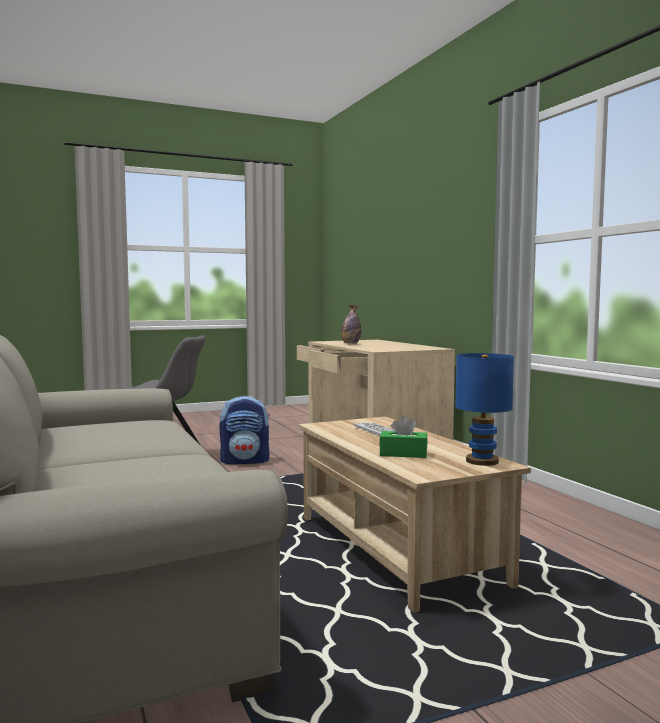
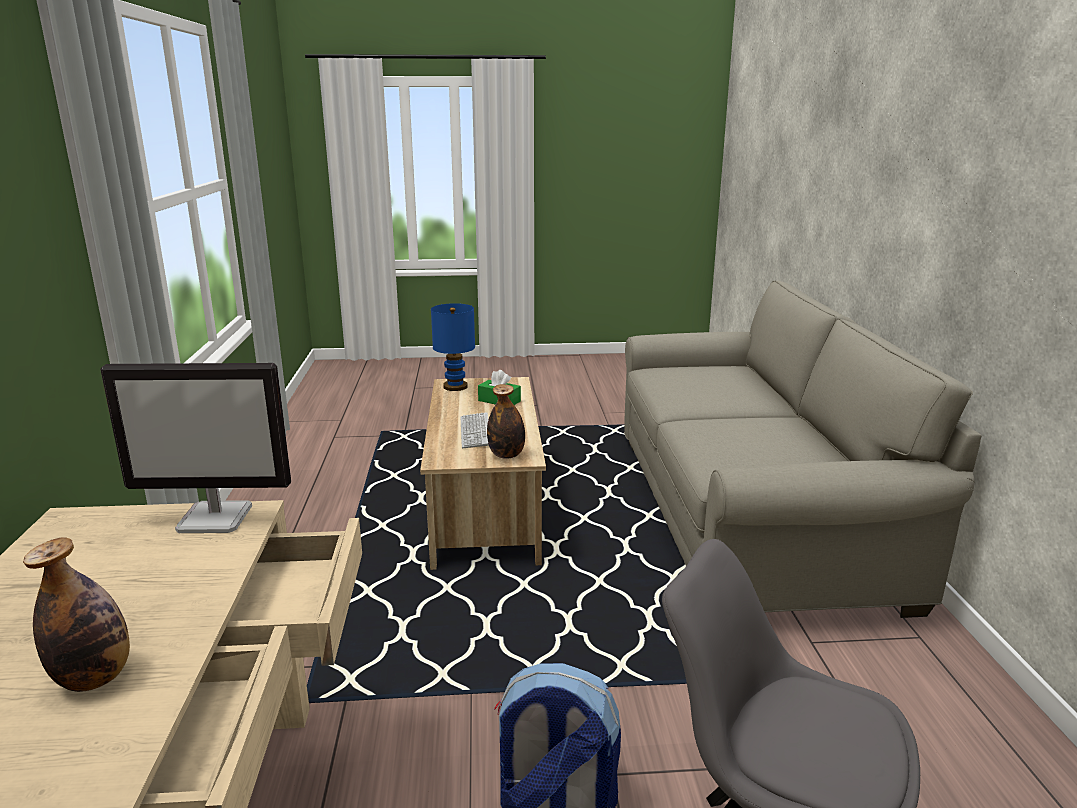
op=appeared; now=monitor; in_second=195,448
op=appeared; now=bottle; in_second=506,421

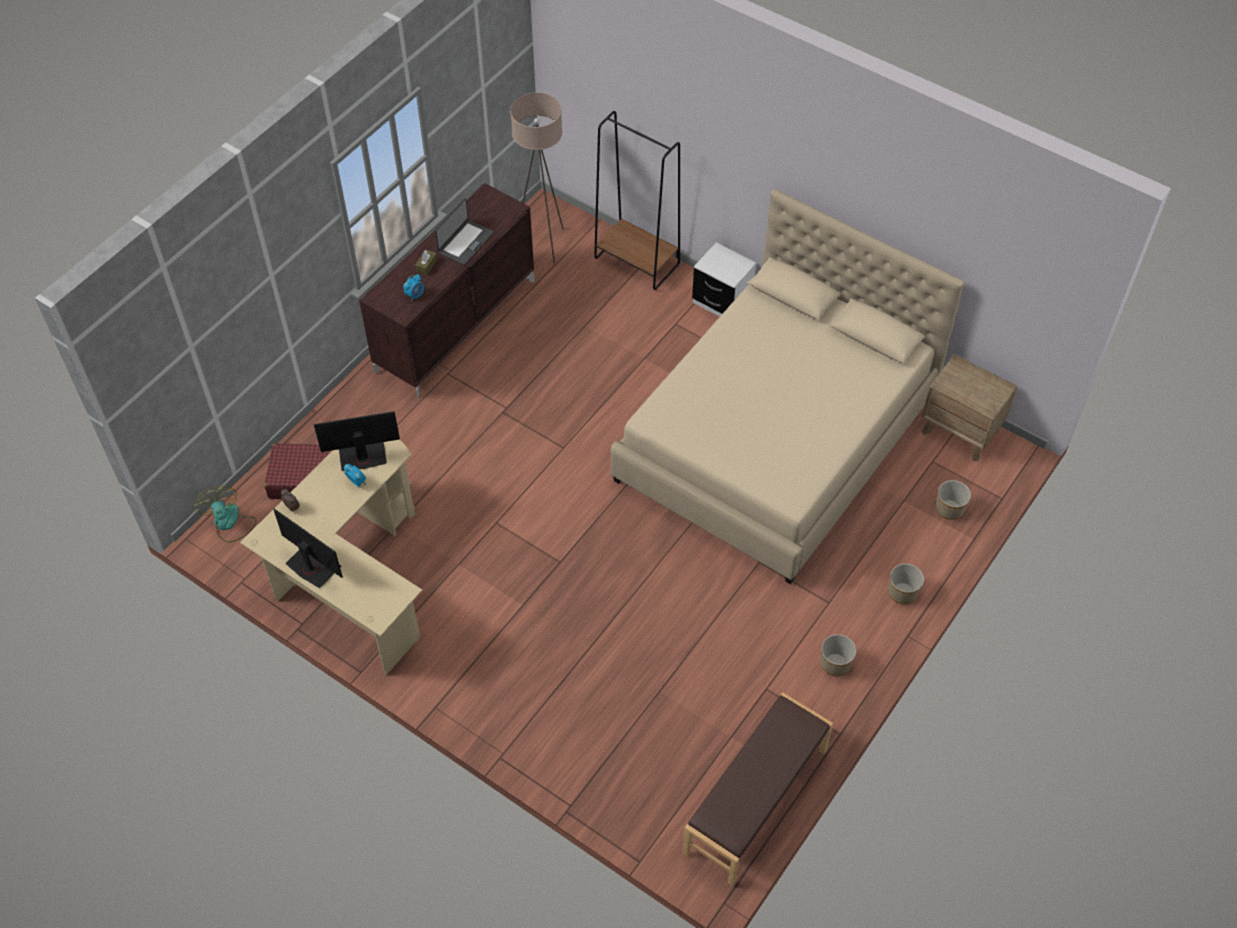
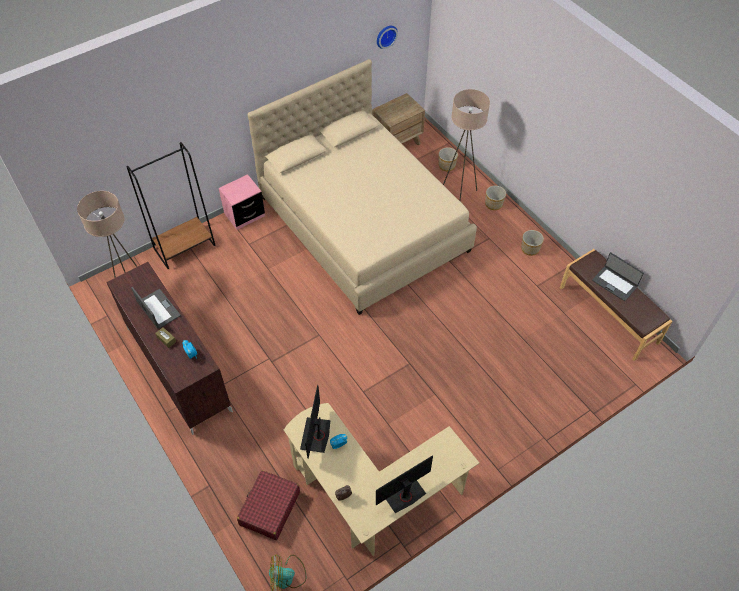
op=colour; was=nightstand/white; now=nightstand/pink; in_first=724,279; in_second=242,202
op=appeared; now=wall clock; in_second=387,37
op=appeared; now=floor lamp/beige; in_second=466,145
op=appeared; now=laptop; in_second=618,276

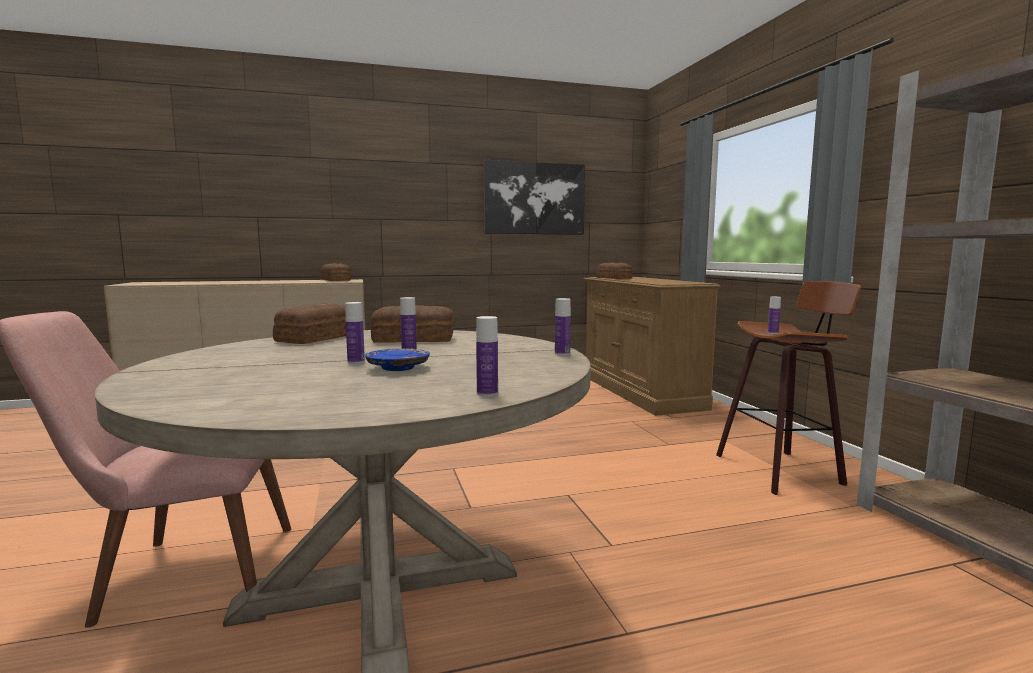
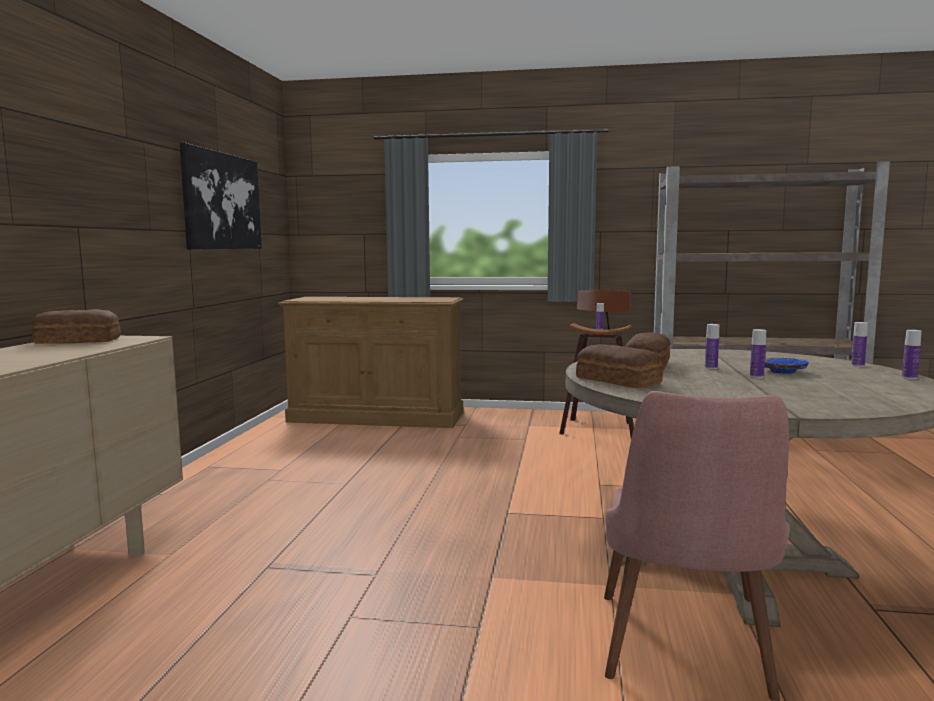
op=relocated; was=bottle; in_first=563,326; in_second=912,354
op=missing; was=bread; in_first=614,271

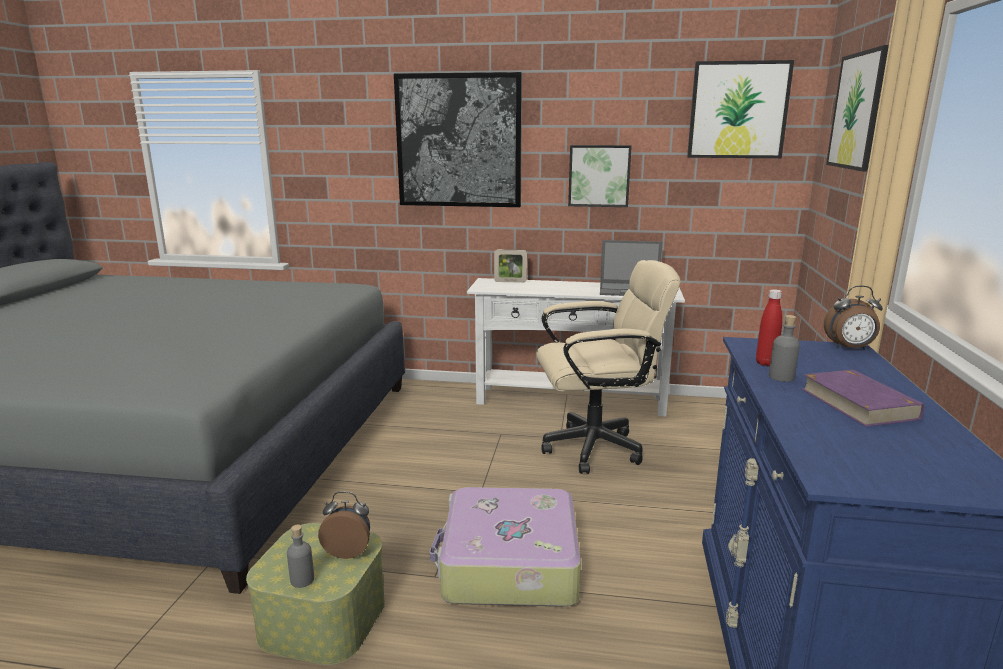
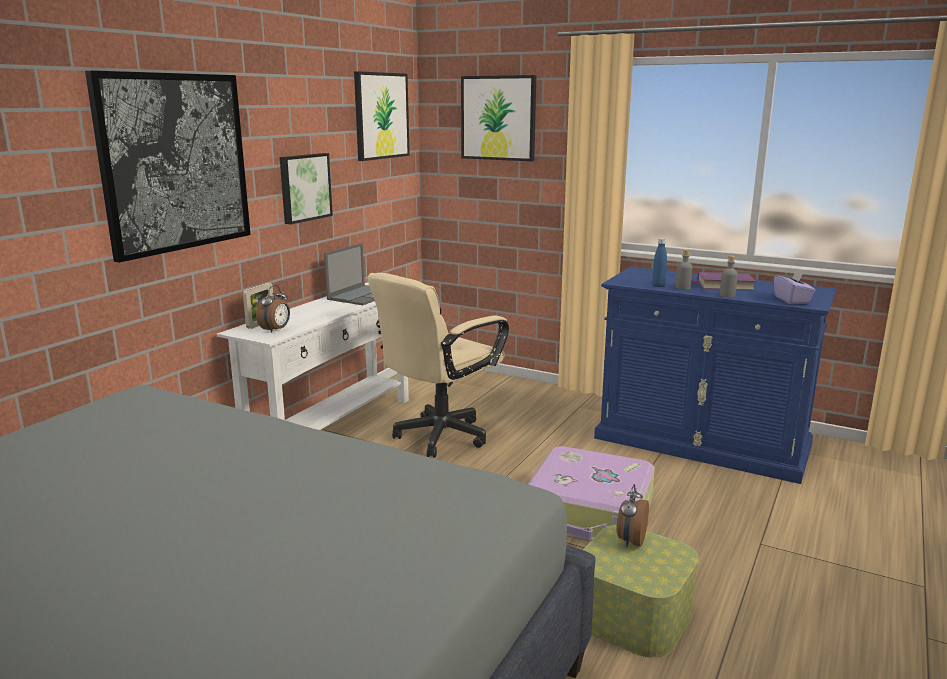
op=relocated; was=bottle/grey; in_first=300,556; in_second=728,276
op=spun; was=office chair/beige; in_first=608,367; in_second=438,365; clockwise=-150
op=colour; was=bottle/red; now=bottle/blue; in_first=769,327; in_second=659,262
op=relocated; was=alarm clock; in_first=853,317; in_second=273,309
op=appeared; now=tissue box/purple; in_second=794,286

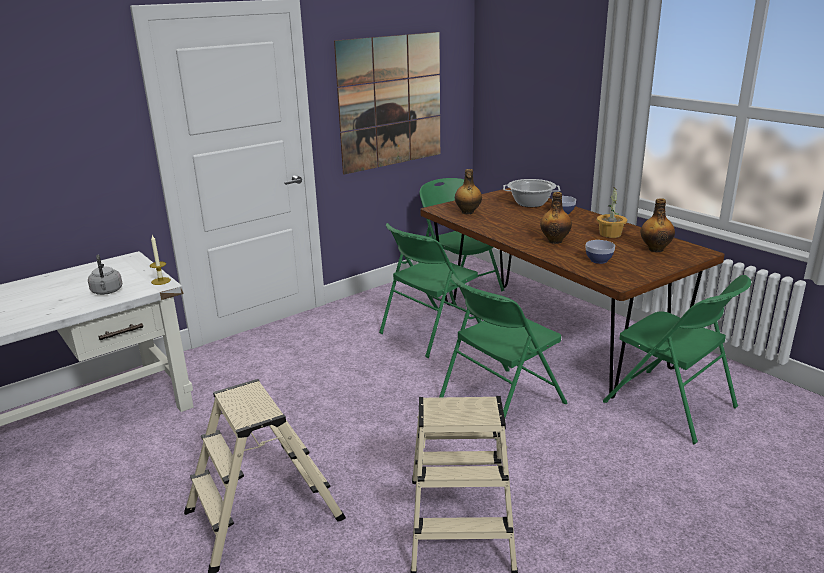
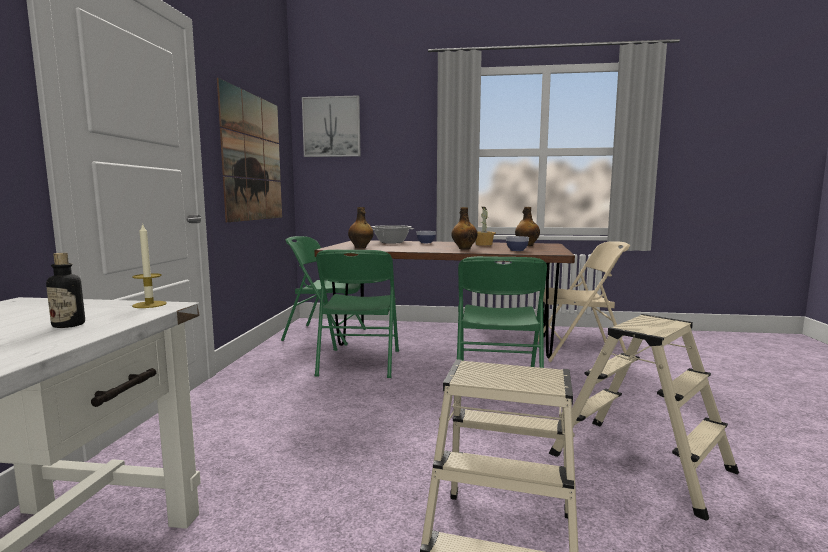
op=exchanged; was=kettle/grey; now=bottle; in_first=105,275; in_second=65,290
op=colour; was=chair/green; now=chair/beige; in_first=677,360; in_second=584,301
op=appeared; now=picture; in_second=331,126

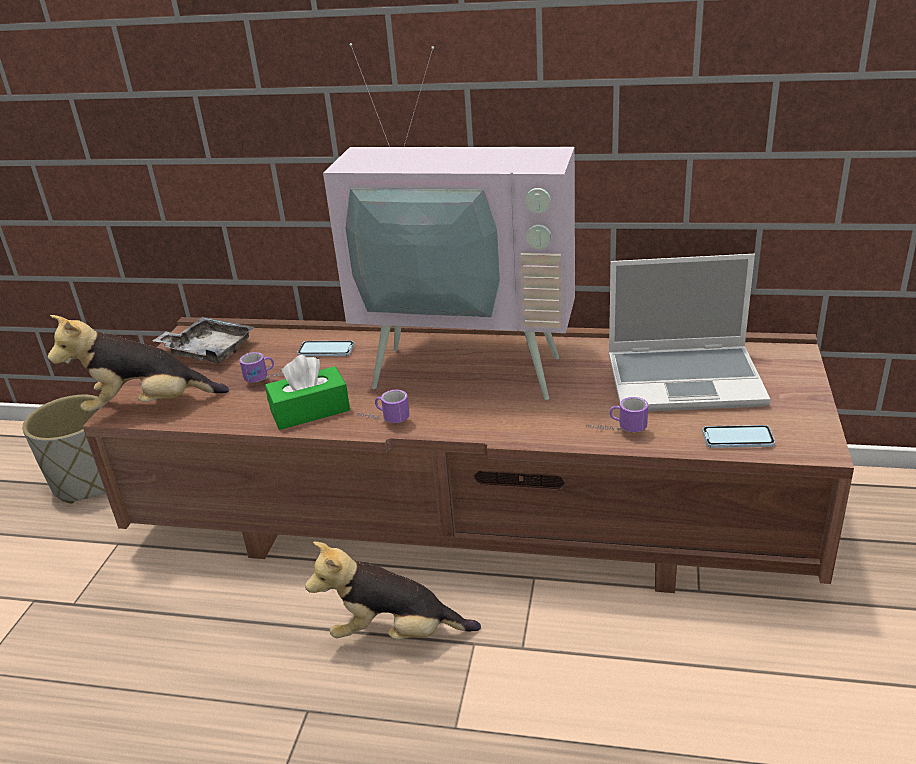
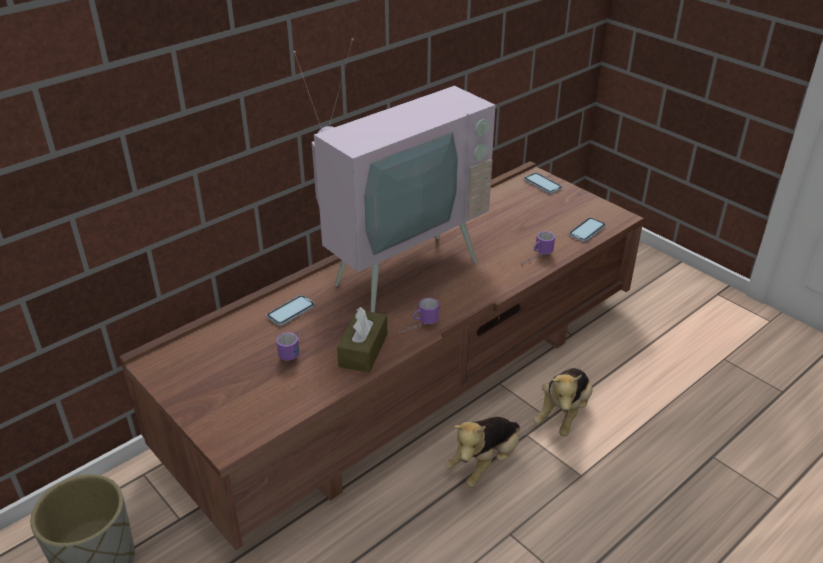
op=relocated; was=plush toy; in_first=138,363; in_second=563,402
op=missing; was=tray/grey; in_first=203,340
op=colour; was=tissue box/green; now=tissue box/brown; in_first=307,392; in_second=362,340
op=missing; was=laptop; in_first=690,332
op=appeared; now=phone; in_second=543,183

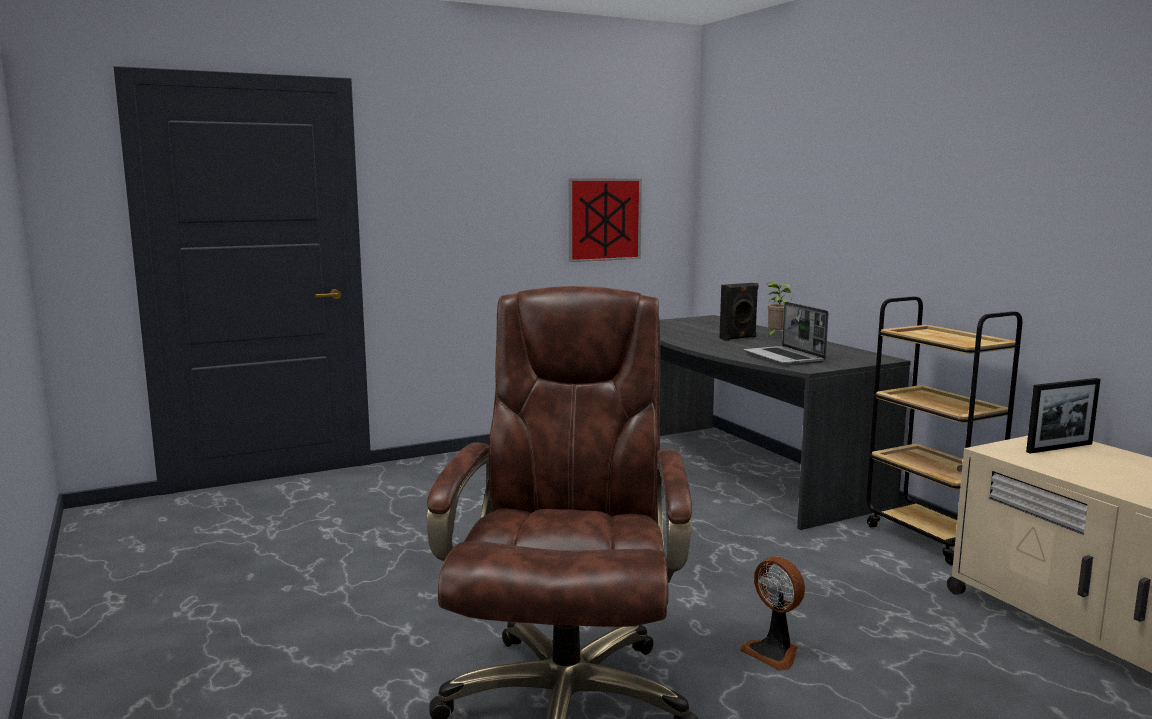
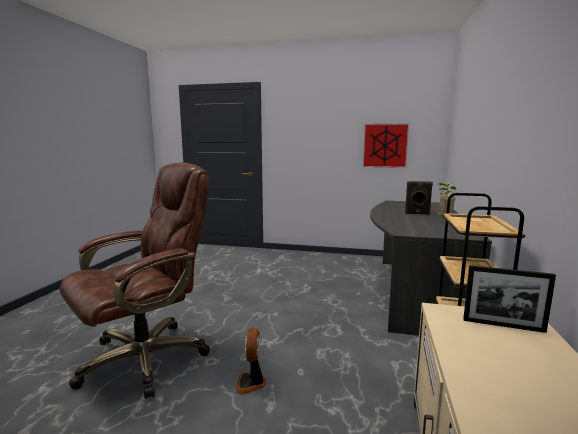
op=missing; was=laptop; in_first=785,333

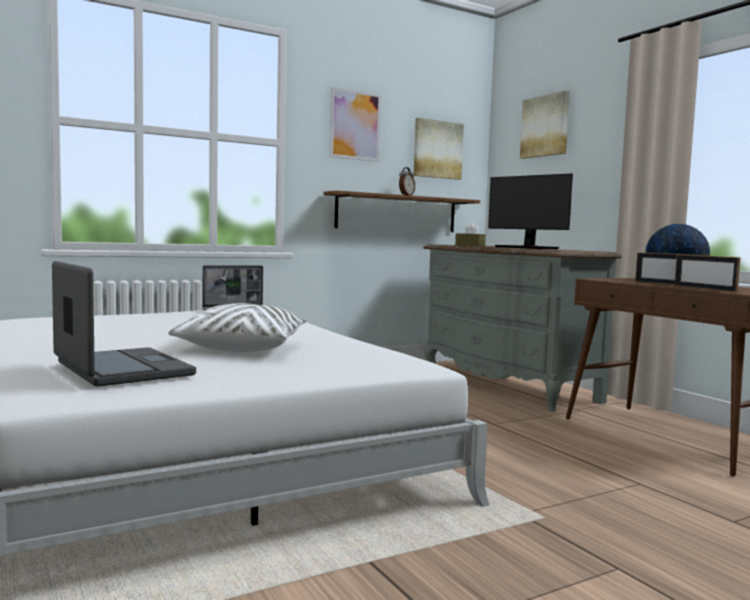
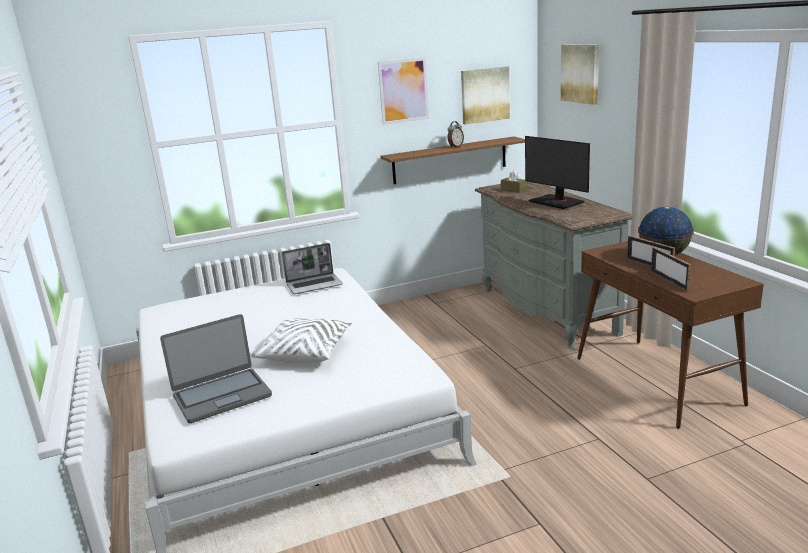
op=spun; was=laptop; in_first=124,324; in_second=216,368; clockwise=90

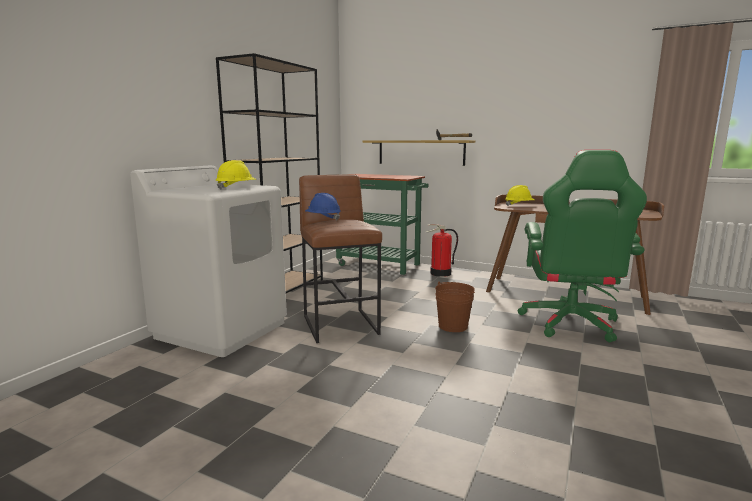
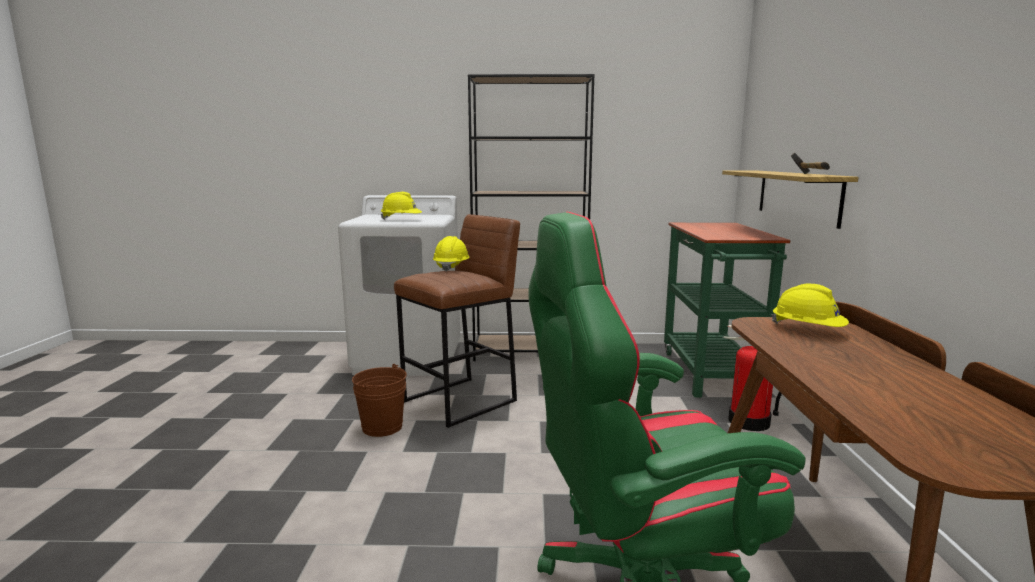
op=colour; was=hard hat/blue; now=hard hat/yellow; in_first=323,206; in_second=451,254
op=relocated; was=bucket/brown; in_first=455,307; in_second=379,400

